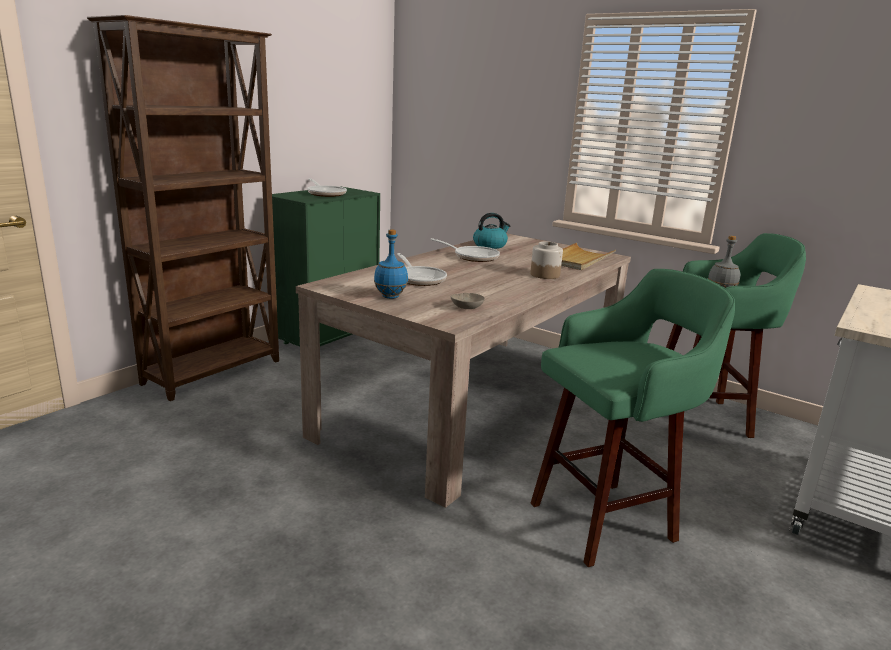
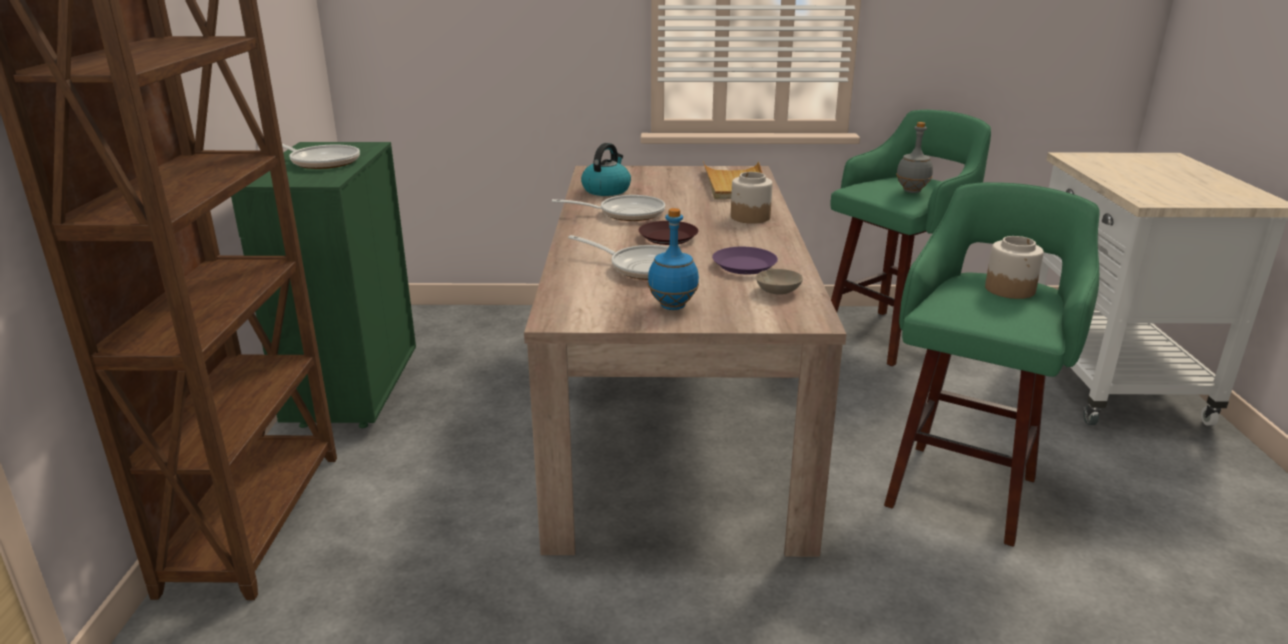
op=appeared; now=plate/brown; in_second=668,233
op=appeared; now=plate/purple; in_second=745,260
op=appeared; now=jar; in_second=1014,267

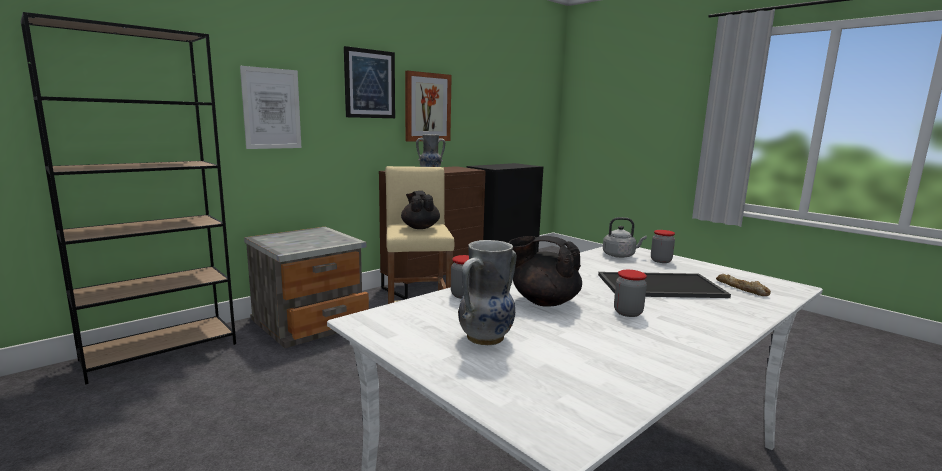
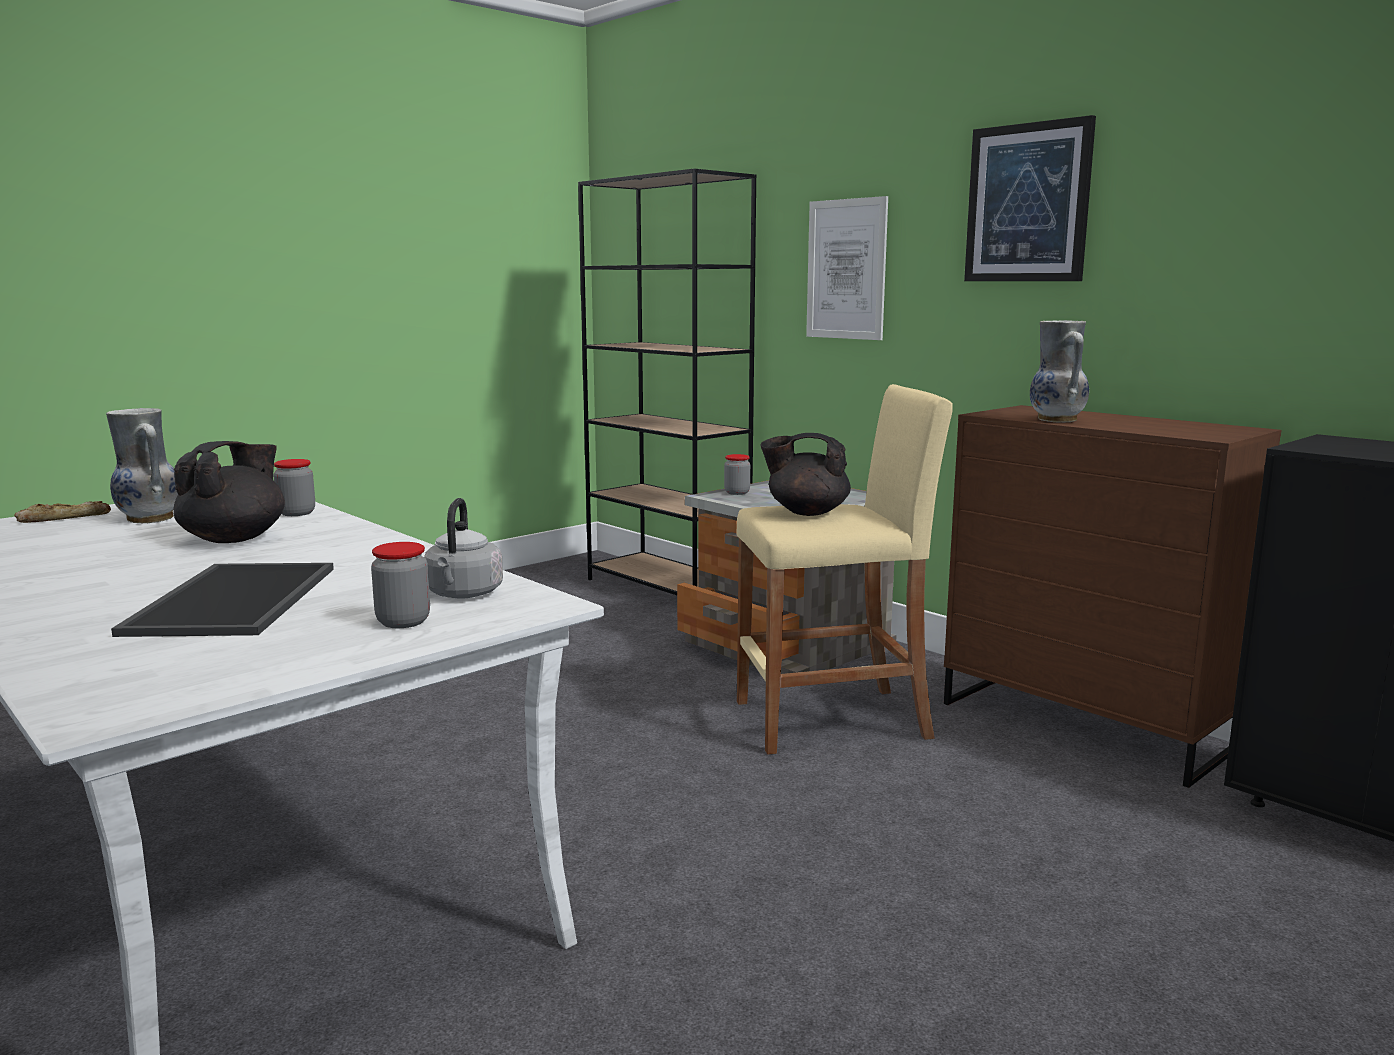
op=spun; was=teapot/black; in_first=420,210; in_second=805,474; clockwise=-150
op=missing; was=picture; in_first=428,106
op=relocated; was=jar; in_first=630,293; in_second=737,474
op=relocated; was=bread; in_first=743,285; in_second=62,512

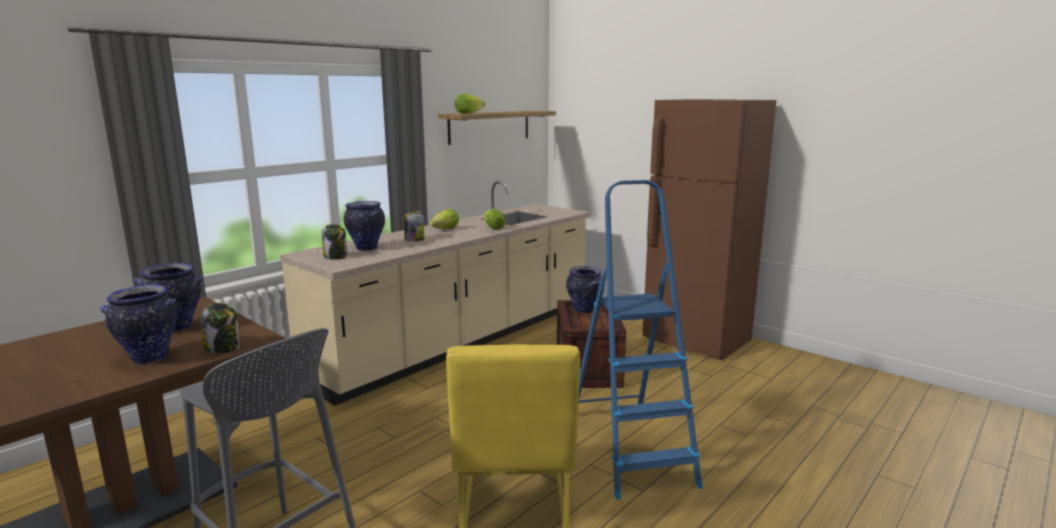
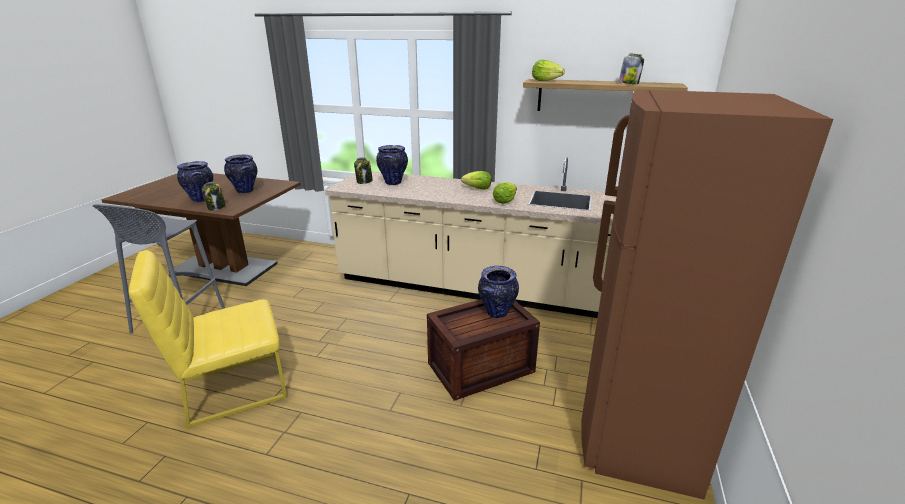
op=relocated; was=jar; in_first=414,226; in_second=631,68
op=missing; was=step ladder/blue; in_first=640,339

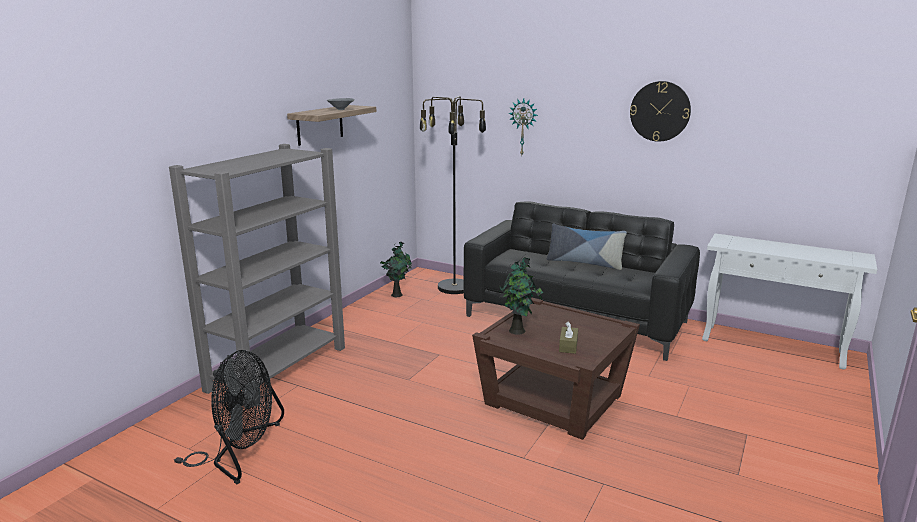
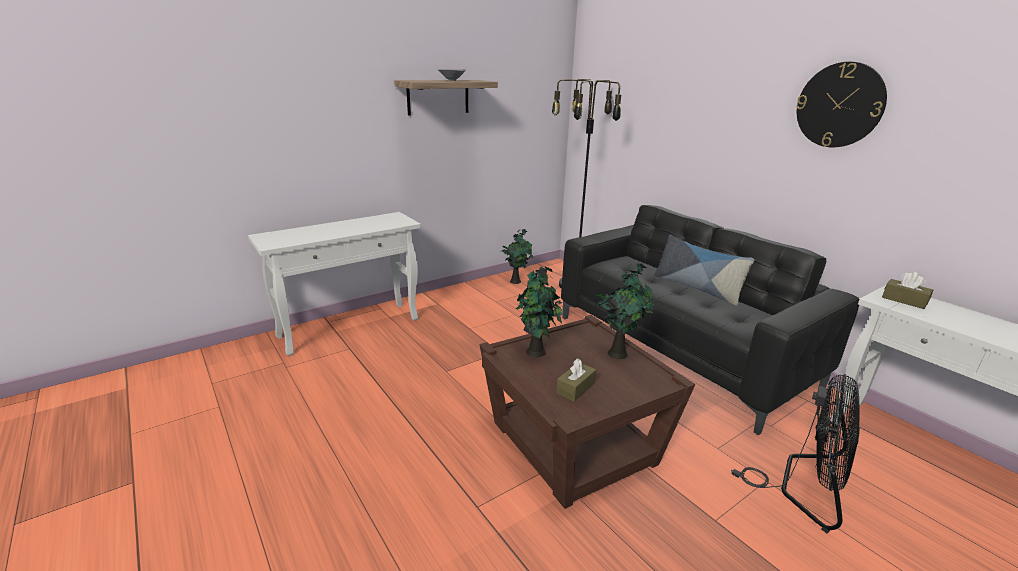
op=exchanged; was=bookcase/grey; now=console table/white; in_first=257,276; in_second=334,284
op=relocated; was=fan/black; in_first=229,417; in_second=795,454
op=missing; was=wall clock; in_first=523,126
op=appeared; now=potted plant; in_second=625,311
op=appeared; now=tissue box/brown; in_second=907,290

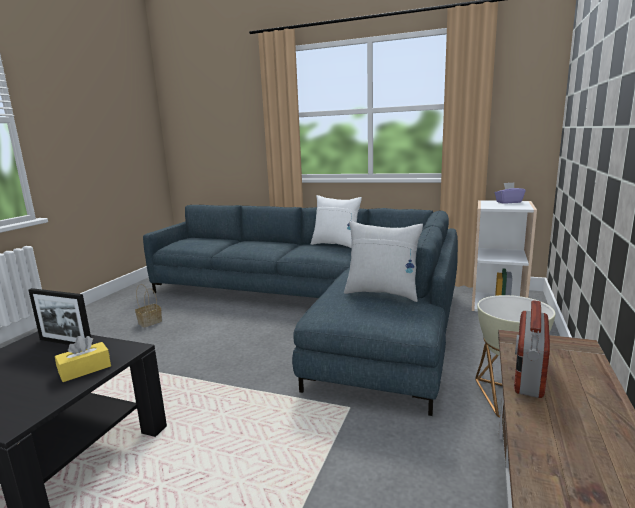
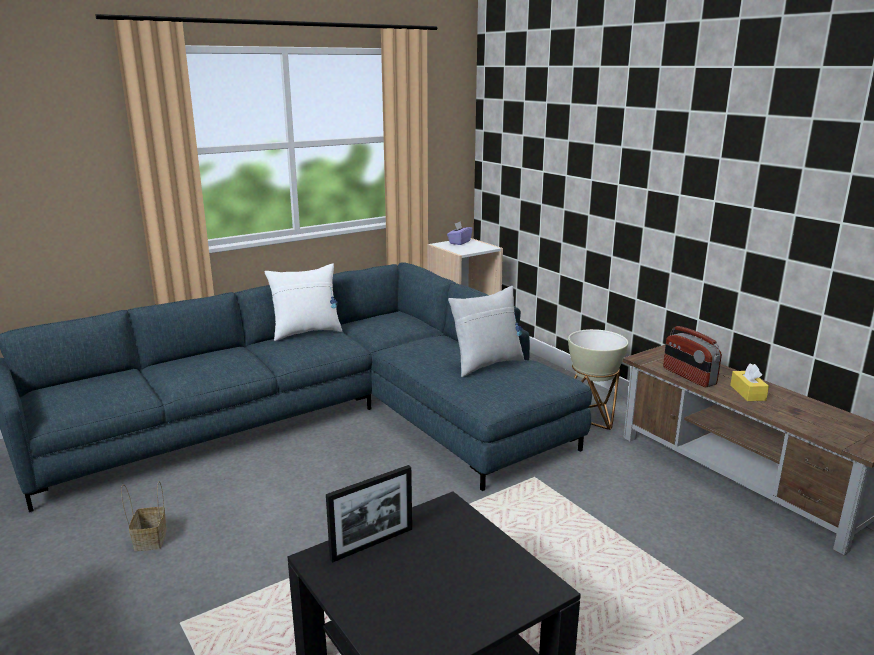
op=relocated; was=tissue box/yellow; in_first=83,359; in_second=749,382

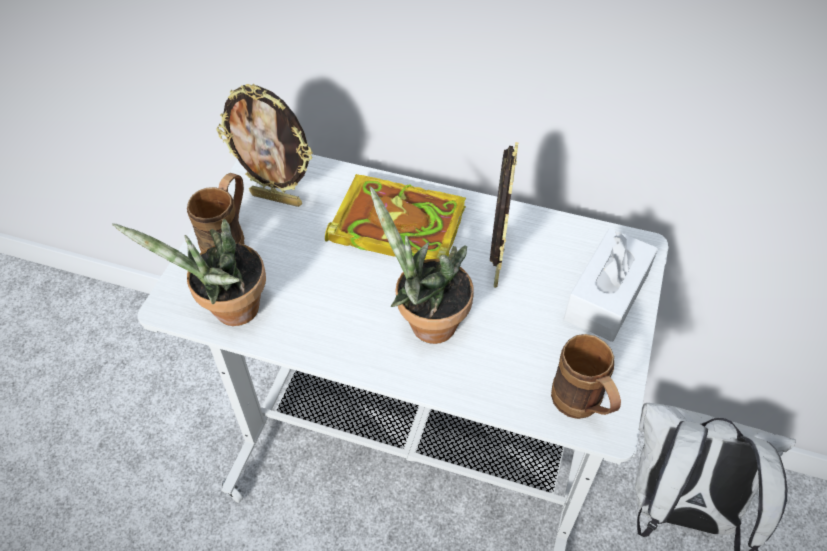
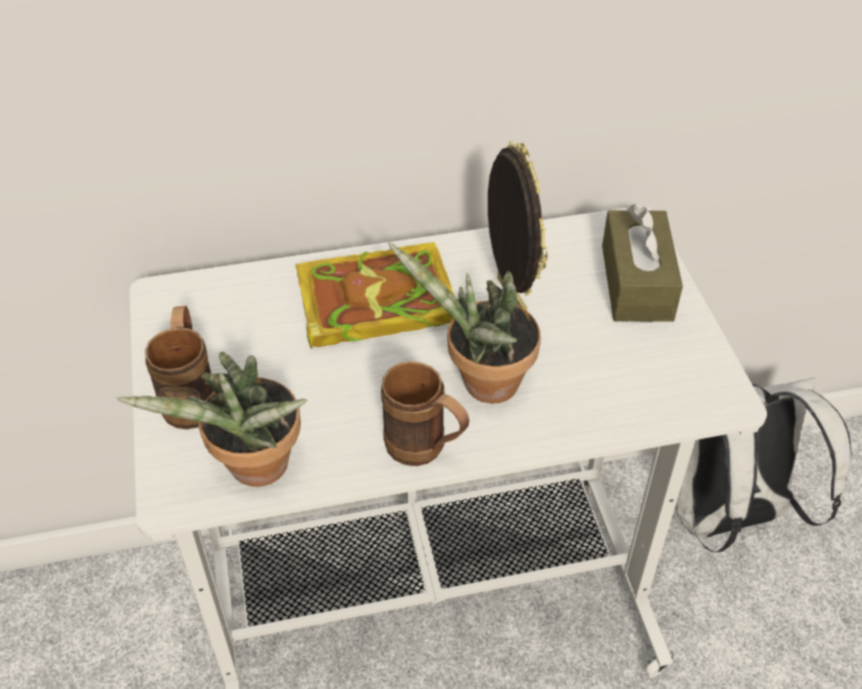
op=missing; was=picture frame; in_first=264,145
op=relocated; was=mug/brown; in_first=586,376; in_second=425,413
op=colour; was=tissue box/white; now=tissue box/brown; in_first=611,285; in_second=642,263

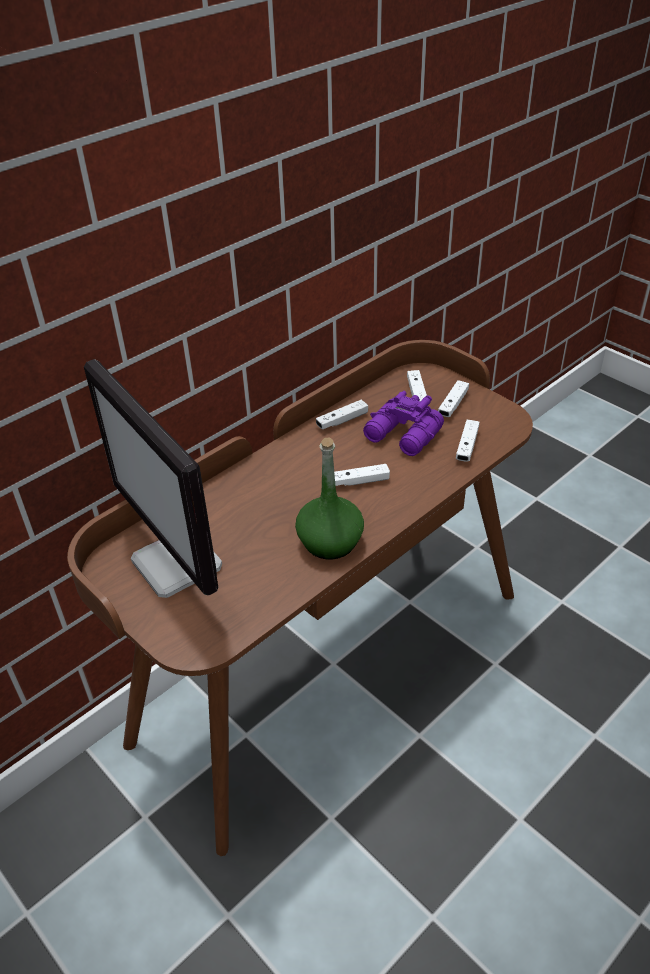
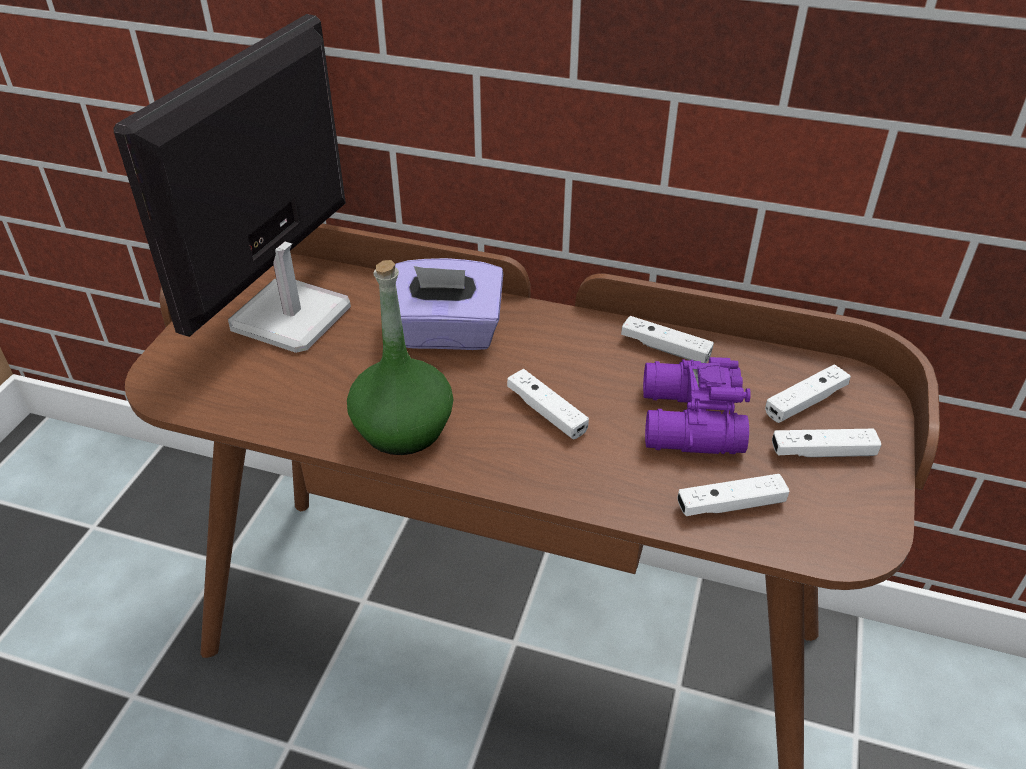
op=appeared; now=tissue box/purple; in_second=449,304

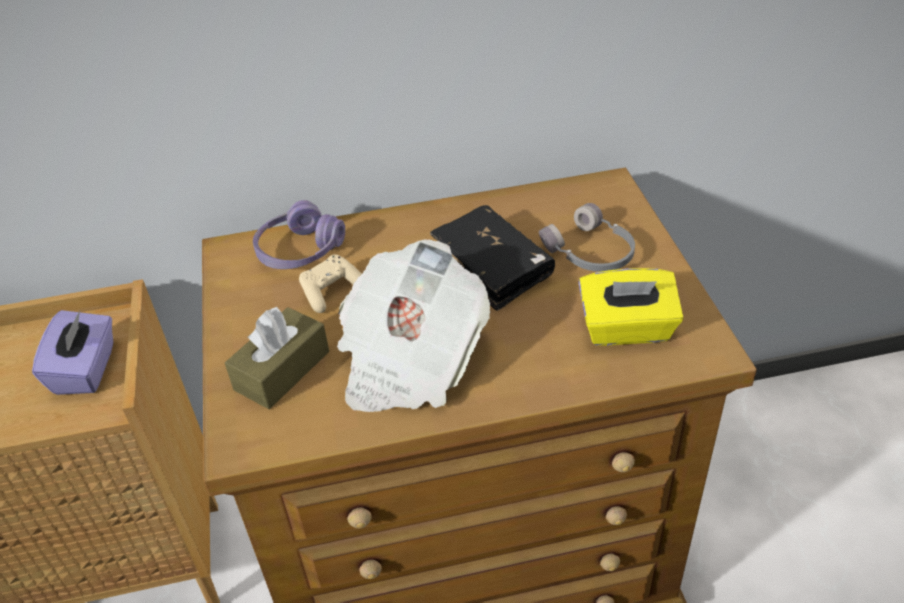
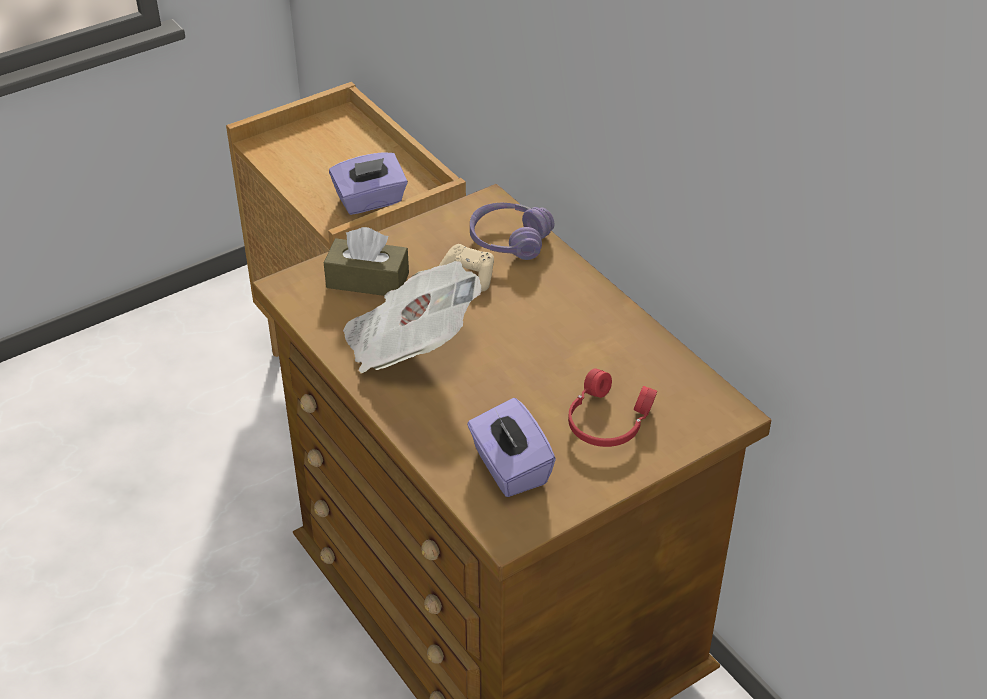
op=missing; was=book/black; in_first=492,258
op=colour; was=headphones/grey; now=headphones/red; in_first=587,237; in_second=612,407
op=colour; was=tissue box/yellow; now=tissue box/purple; in_first=631,307; in_second=511,447

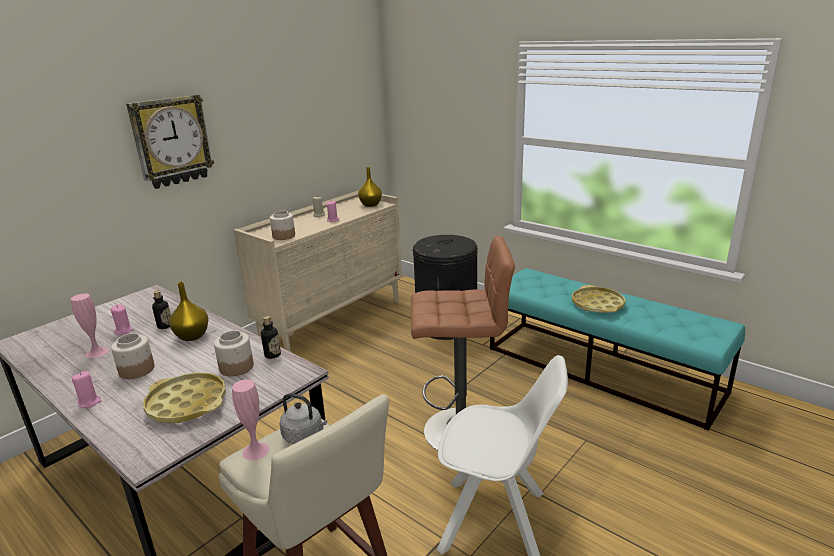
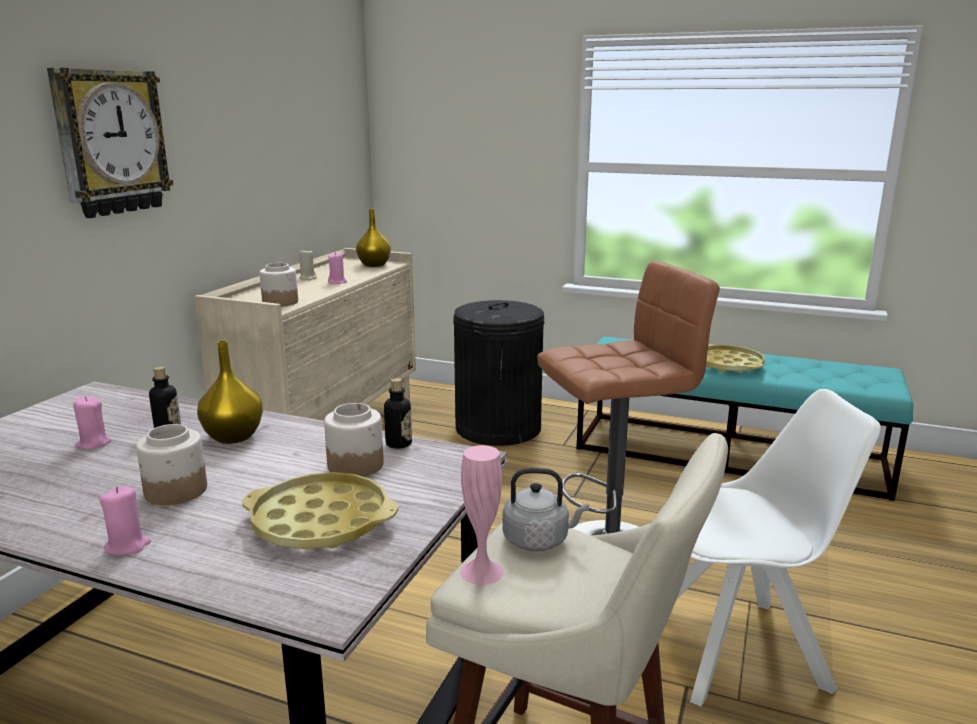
op=missing; was=vase/pink; in_first=90,325

